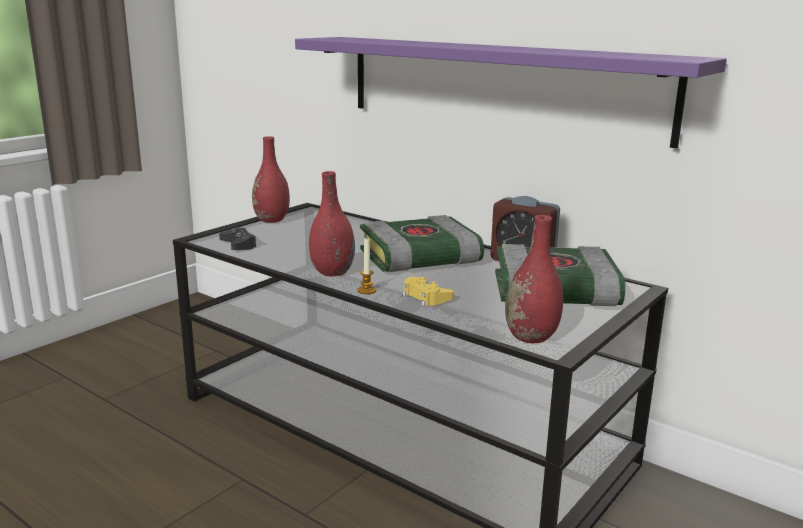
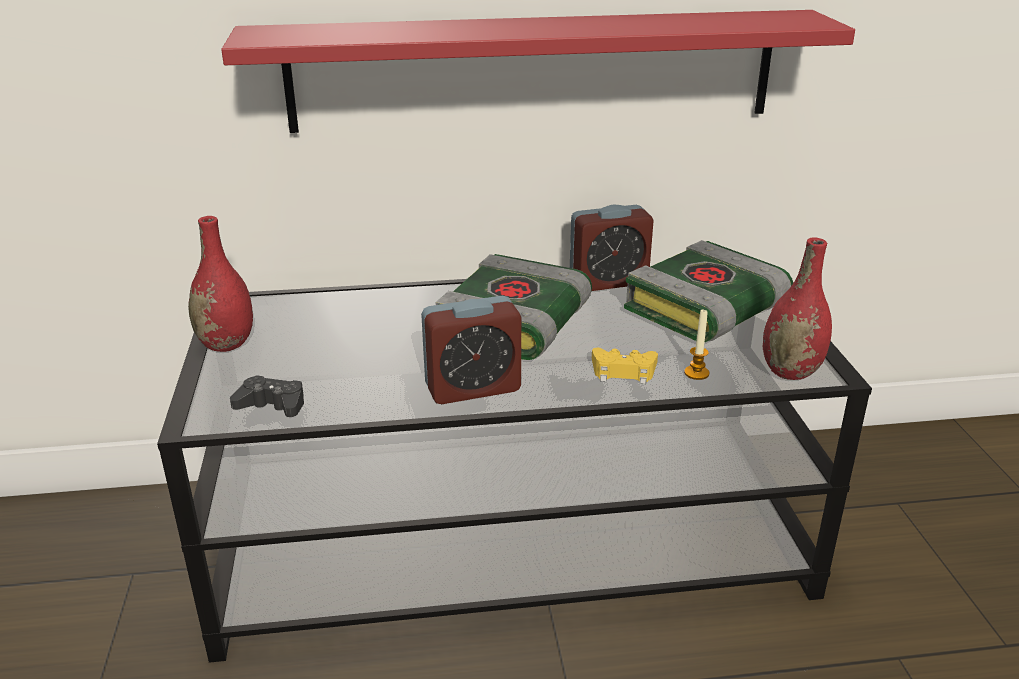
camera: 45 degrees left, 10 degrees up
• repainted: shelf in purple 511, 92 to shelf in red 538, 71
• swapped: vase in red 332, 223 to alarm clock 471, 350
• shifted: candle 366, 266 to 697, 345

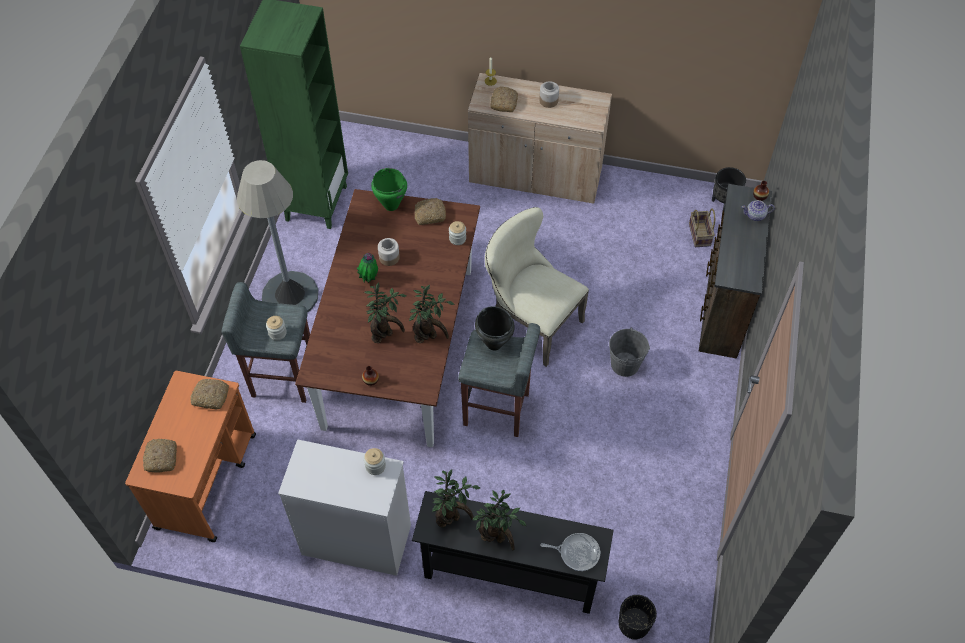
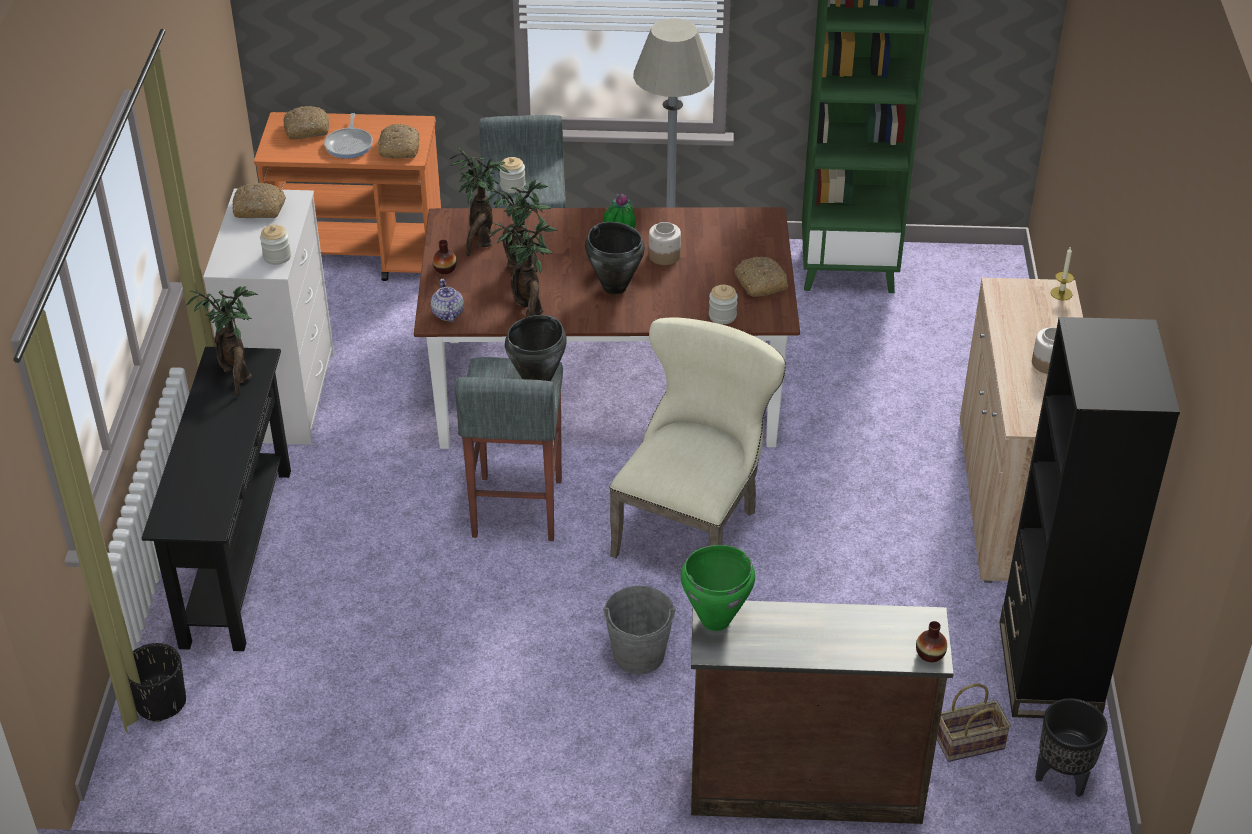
camera: 80 degrees right, 15 degrees down
• shifted: cooking pot in green 389, 189 to 718, 588
• shifted: potted plant 499, 520 to 479, 202
• shifted: bread 504, 99 to 259, 200
• shifted: frying pan 570, 552 to 348, 136
• shifted: teapot 758, 210 to 447, 300
• new: cooking pot in black 615, 258
• new: bookcase in black 1089, 517

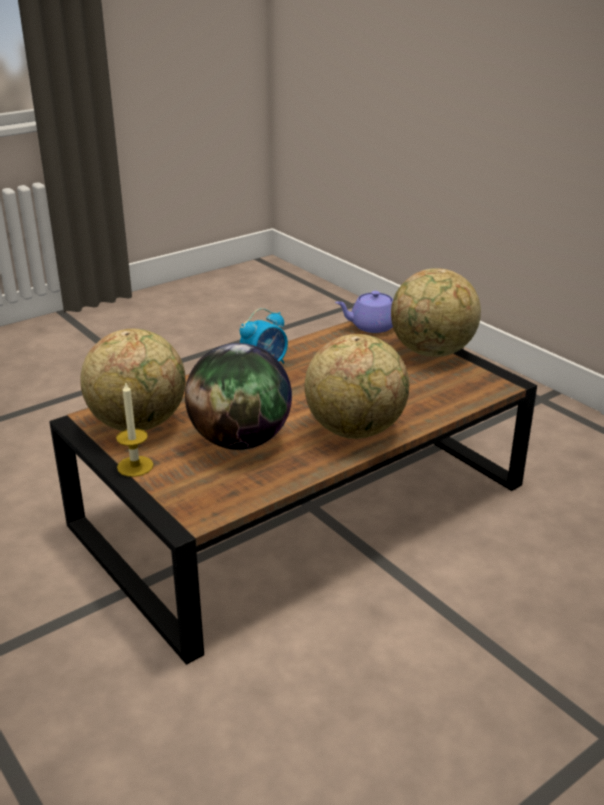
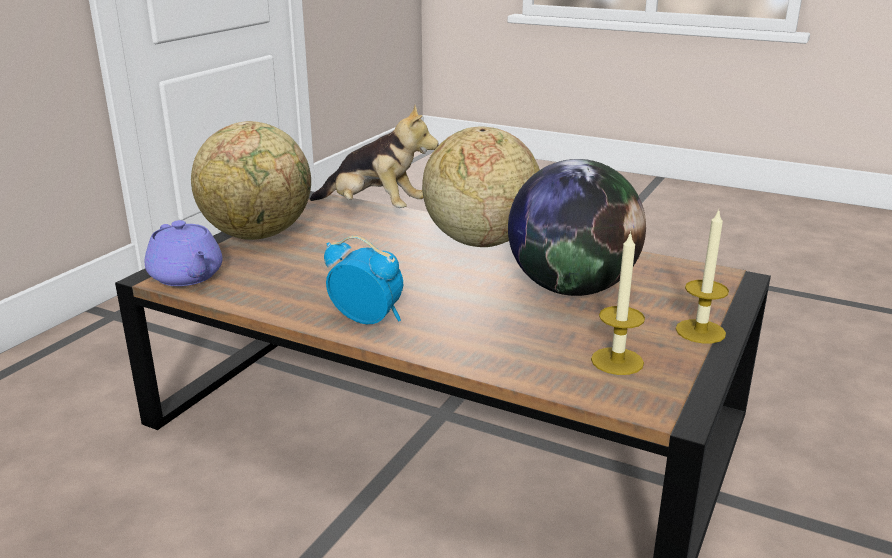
camera: 115 degrees left, 5 degrees down
• swapped: globe 133, 380 to candle 618, 303
• new: plush toy 374, 156

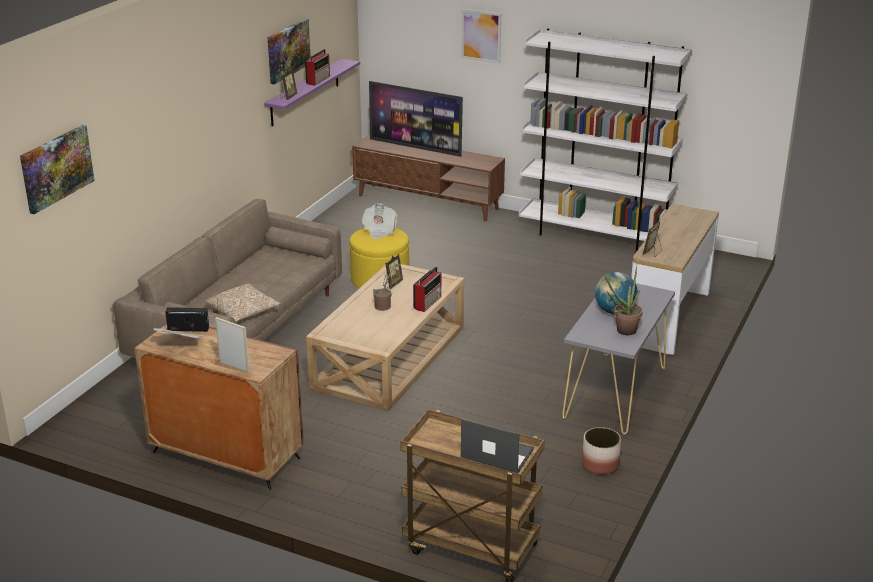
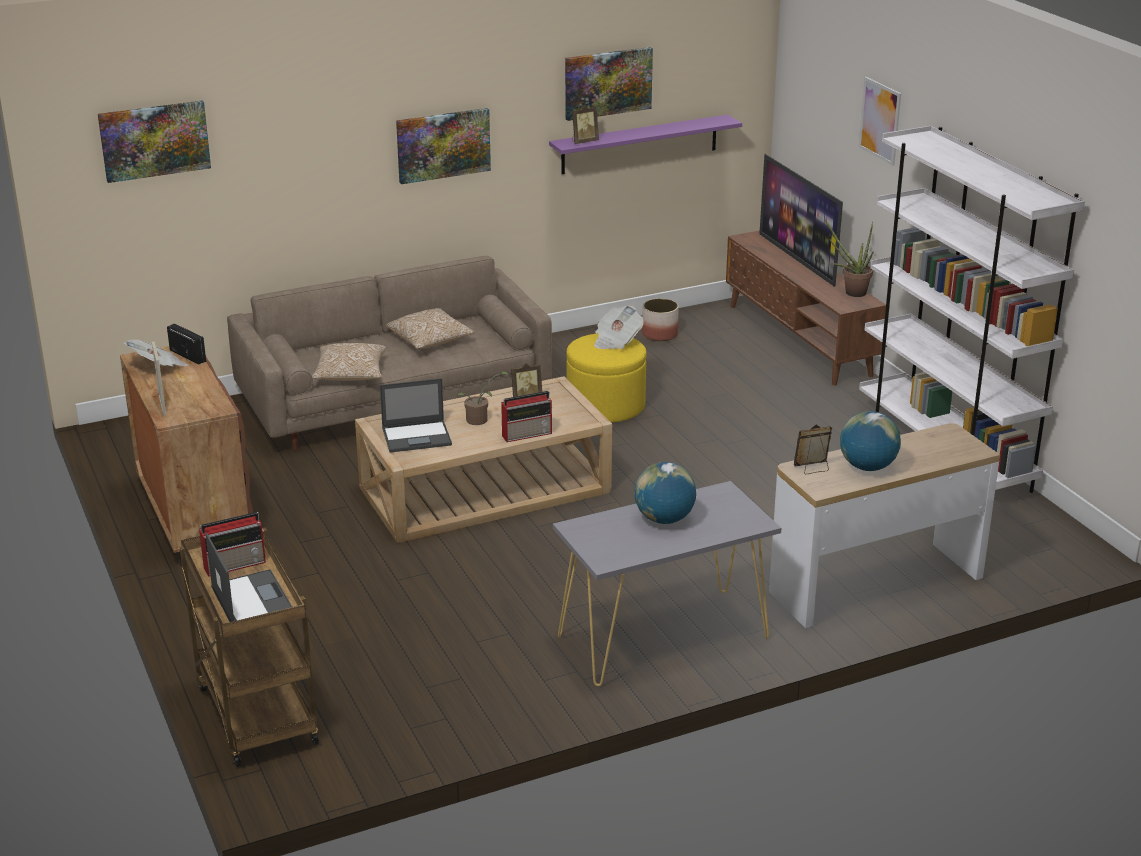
camera: 40 degrees right, 0 degrees up
• shifted: radio 317, 67 to 232, 544
• shifted: planter 601, 451 to 660, 319
• shifted: potted plant 624, 299 to 849, 258
• new: laptop 416, 415
• new: pillow 430, 328
• new: picture 443, 146
• new: globe 870, 441

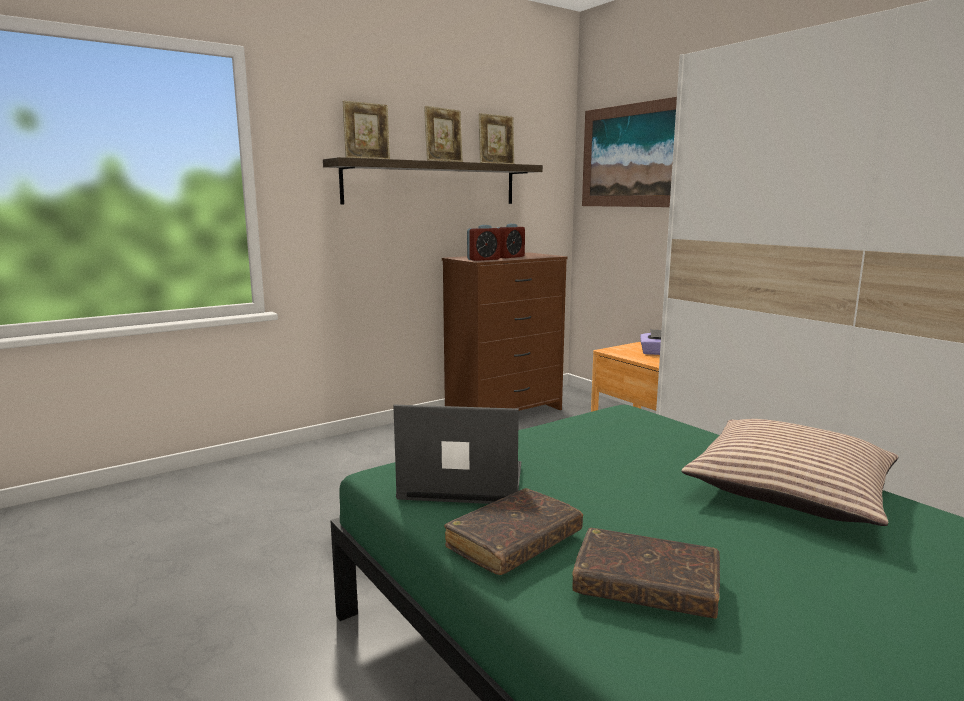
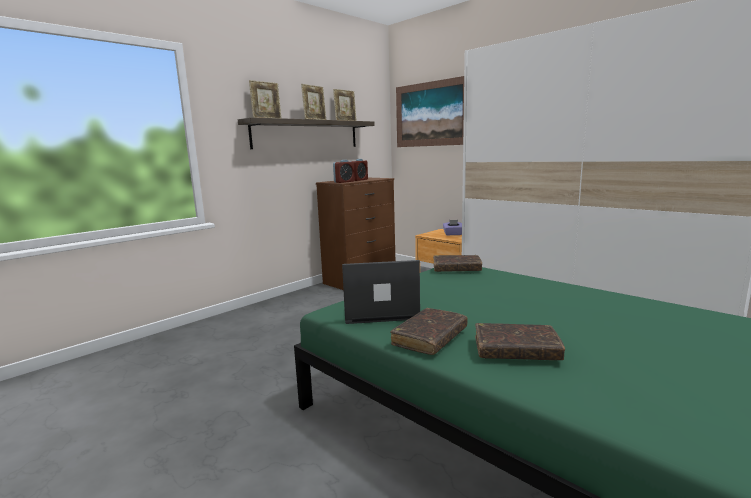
camera: 10 degrees left, 0 degrees up
• gone: pillow 789, 472
• new: book in brown 457, 263

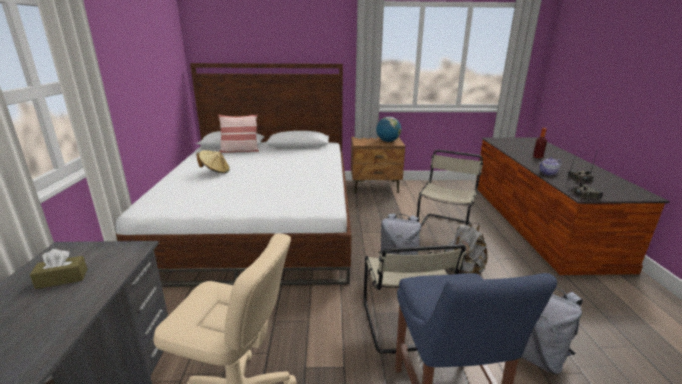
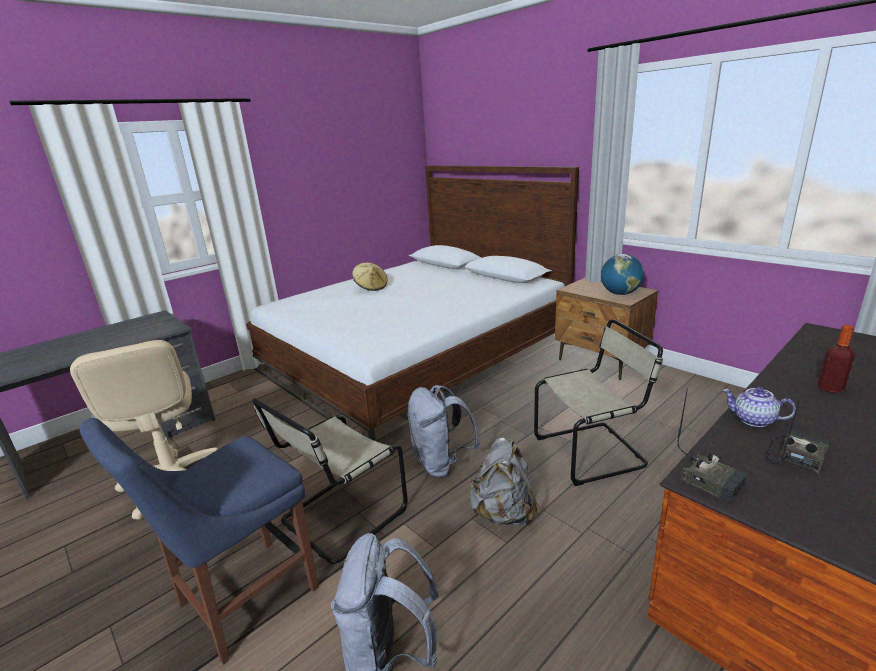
camera: 50 degrees right, 0 degrees up
• gone: tissue box in brown 58, 269
• gone: pillow 238, 133

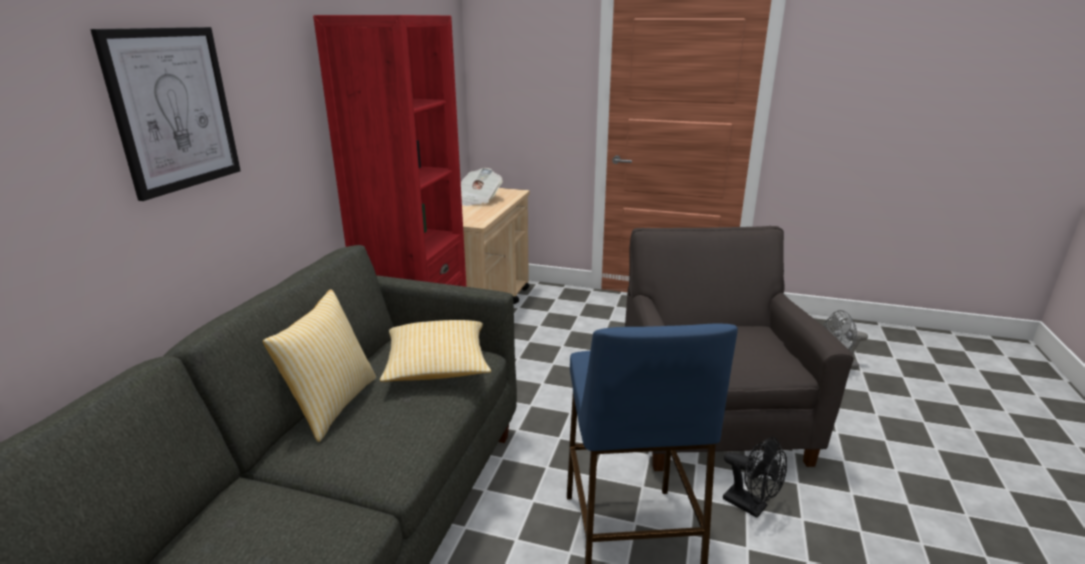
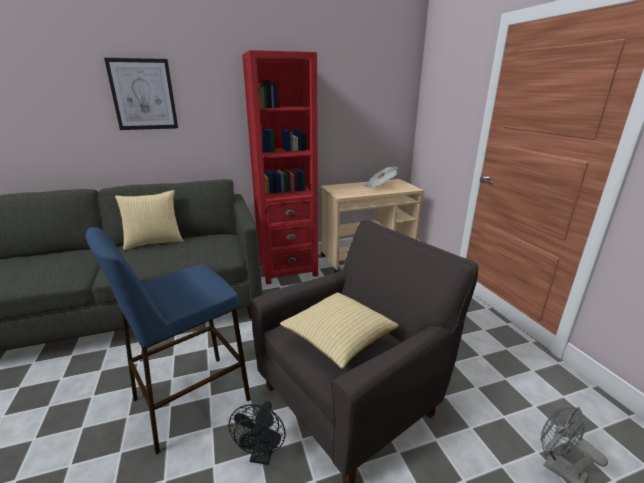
camera: 55 degrees right, 0 degrees up
• shifted: pillow 435, 351 to 339, 330

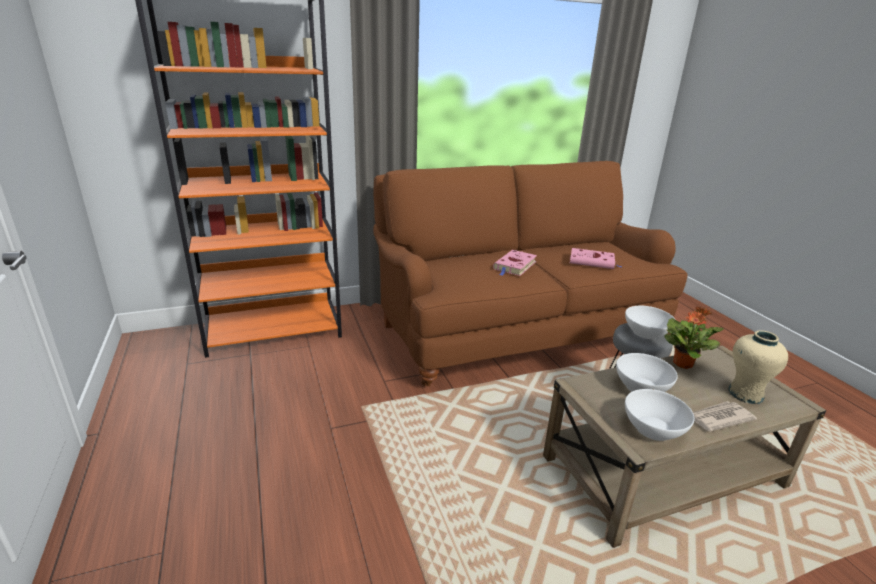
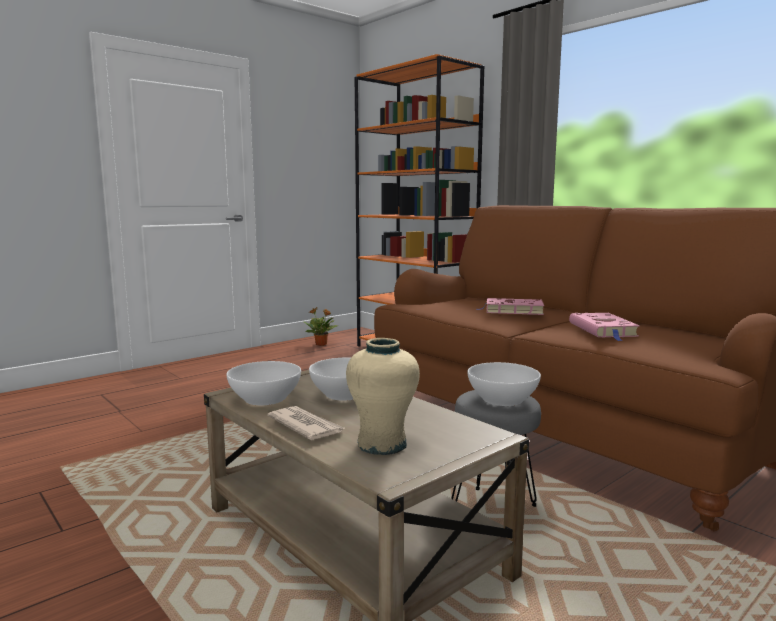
camera: 70 degrees right, 15 degrees down
• shifted: potted plant 693, 338 to 321, 326

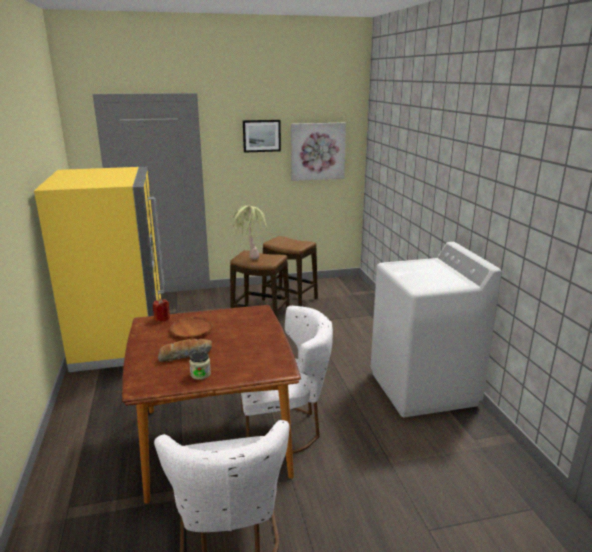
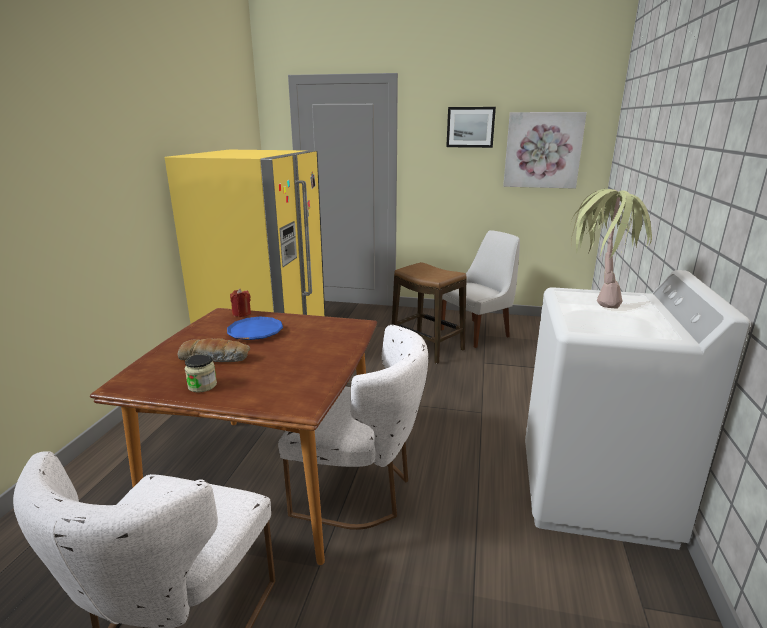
camera: 25 degrees right, 0 degrees up
• repainted: plate in brown 191, 327 to plate in blue 255, 328
• shifted: potted plant 249, 232 to 611, 248
• swapped: stool 290, 271 to chair in white 480, 289

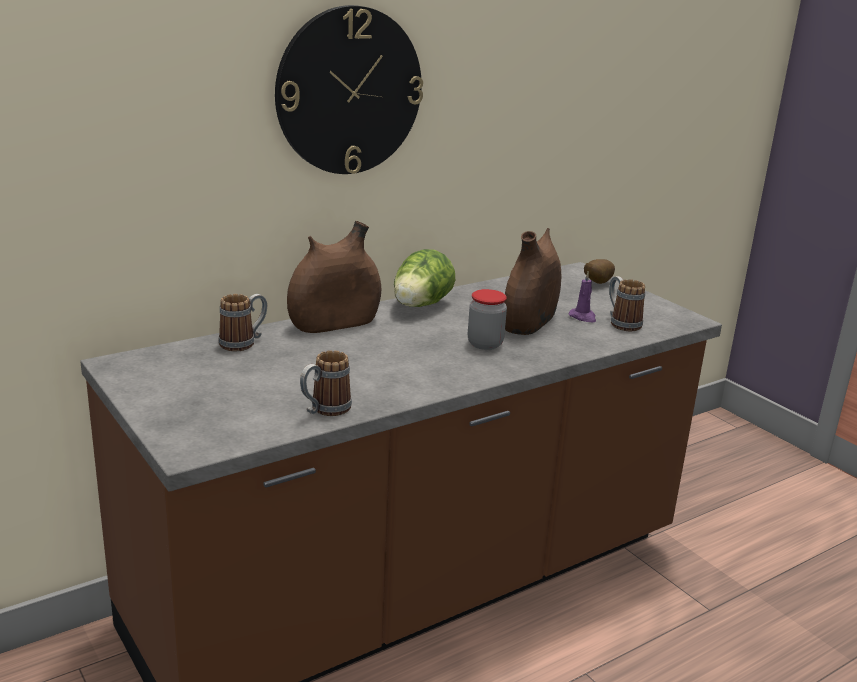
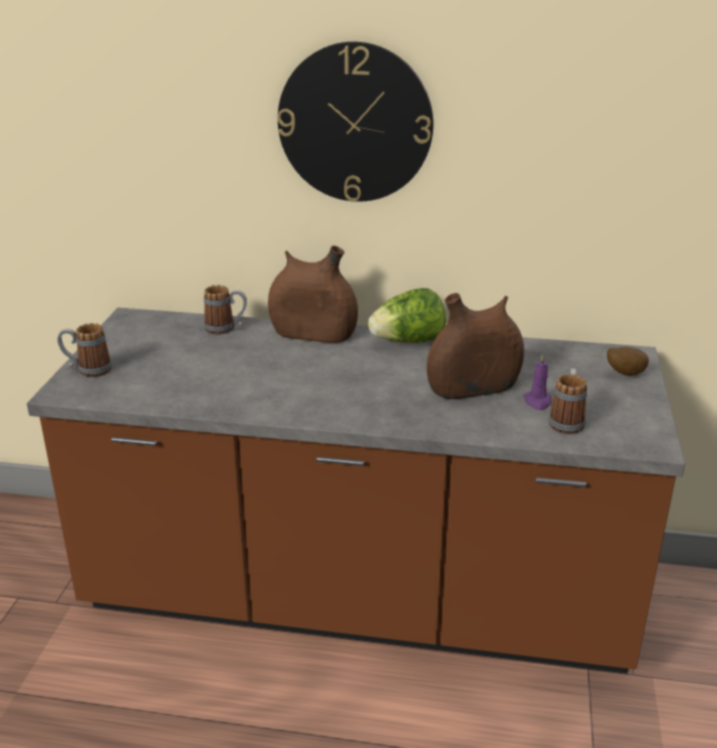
camera: 45 degrees right, 5 degrees up
• shifted: mug 326, 383 to 84, 350
• gone: jar 487, 319

